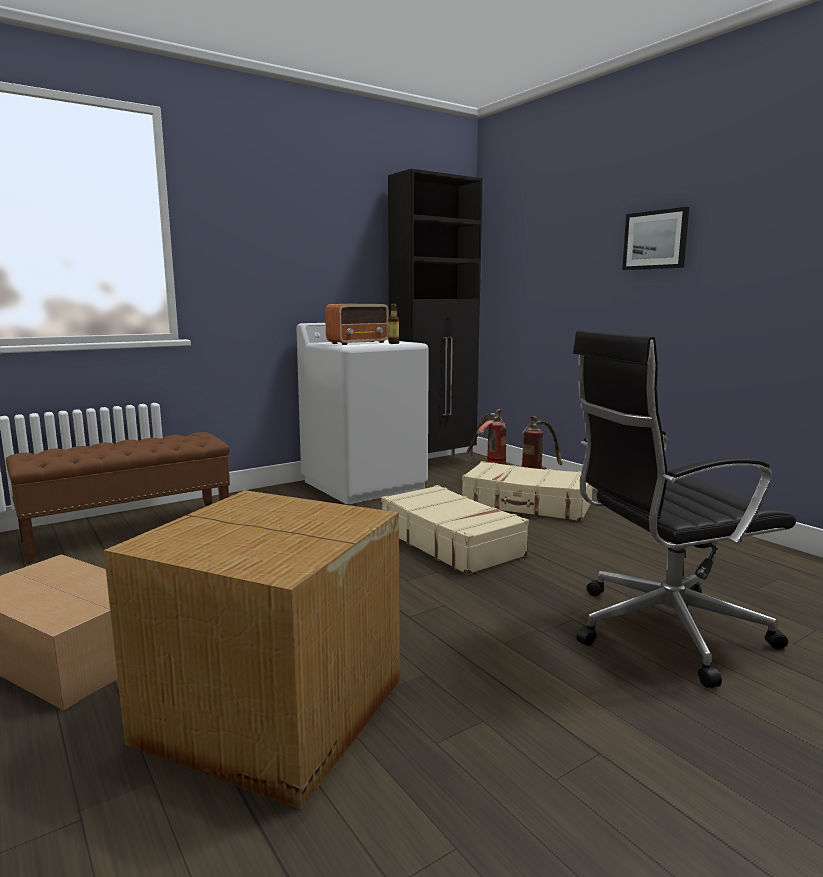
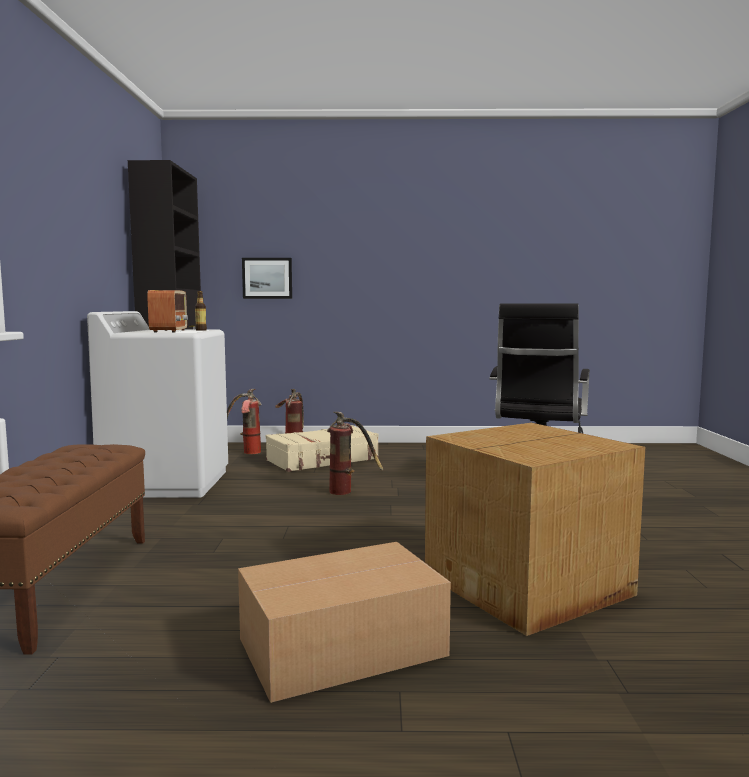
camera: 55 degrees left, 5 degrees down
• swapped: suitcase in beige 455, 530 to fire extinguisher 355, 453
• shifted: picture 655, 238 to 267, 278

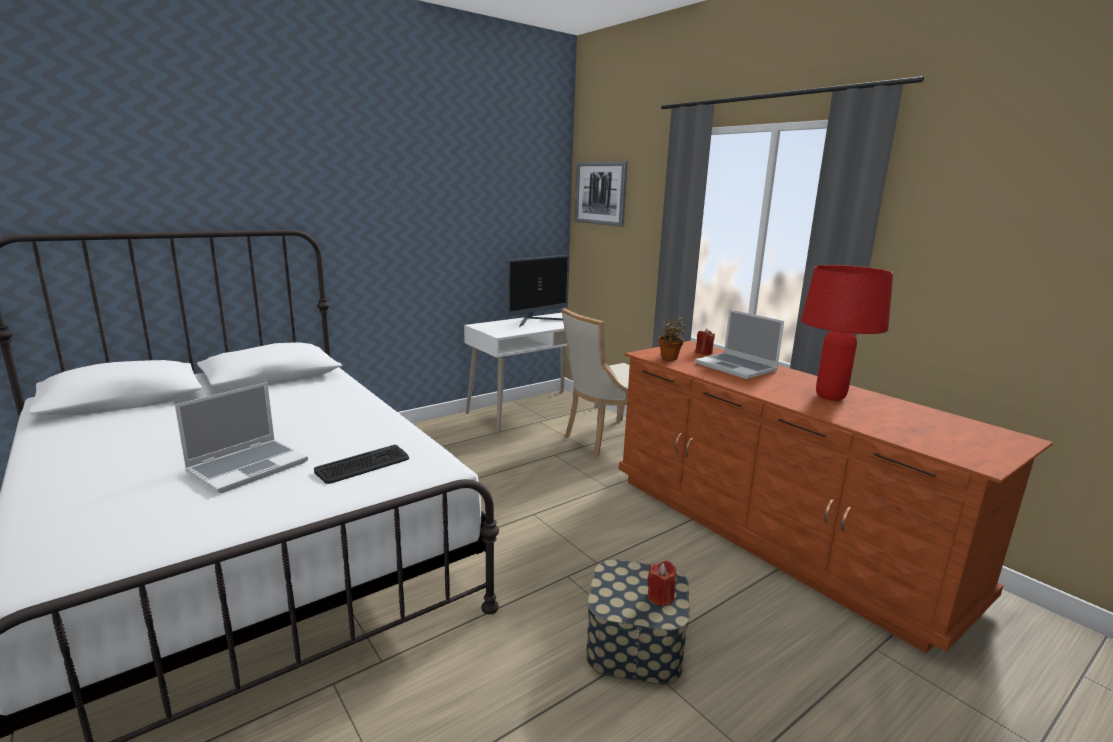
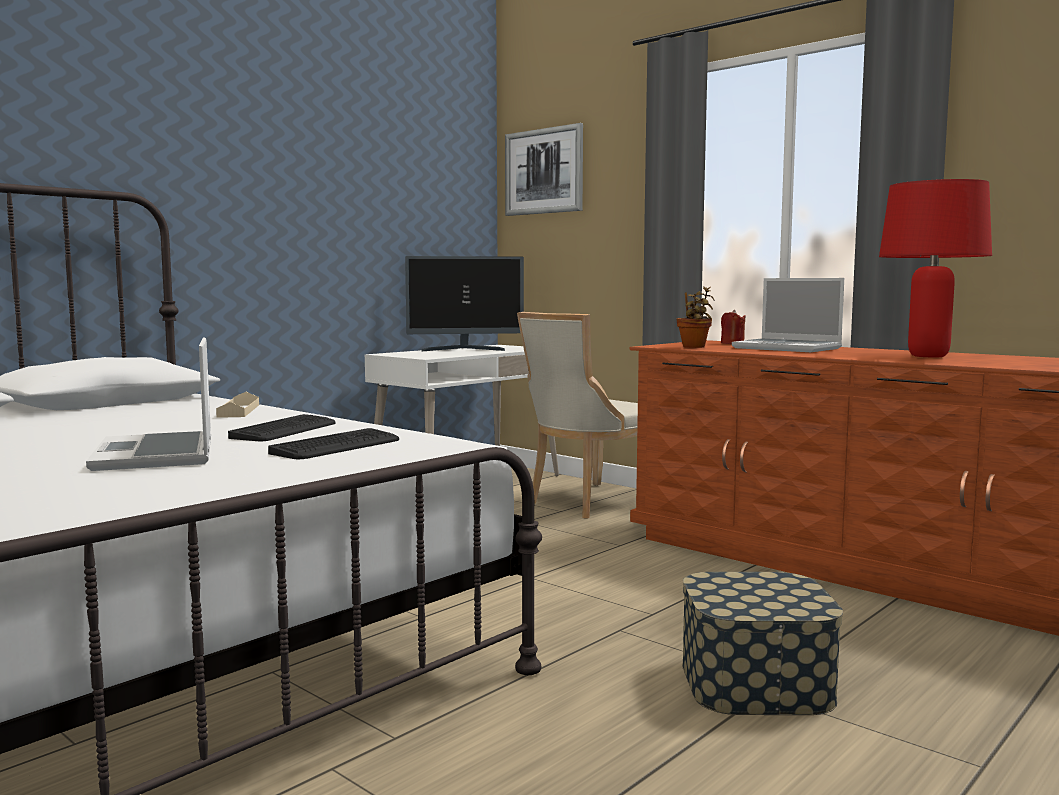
camera: 10 degrees left, 10 degrees down
• rotated: laptop 241, 437 = 148, 404 135 degrees clockwise
• rotated: monitor 538, 291 = 464, 303 45 degrees clockwise
• gone: candle in red 661, 584
• new: tray in beige 237, 405
• new: keyboard 282, 427

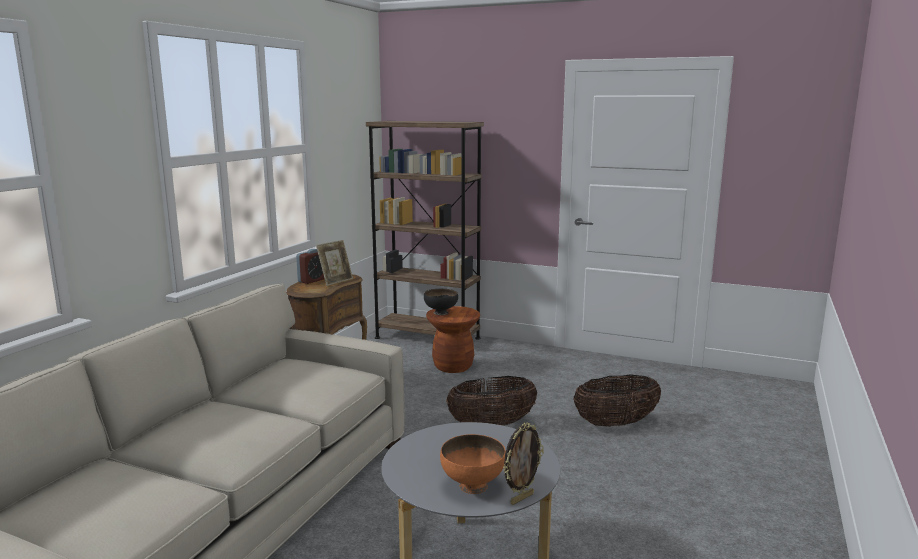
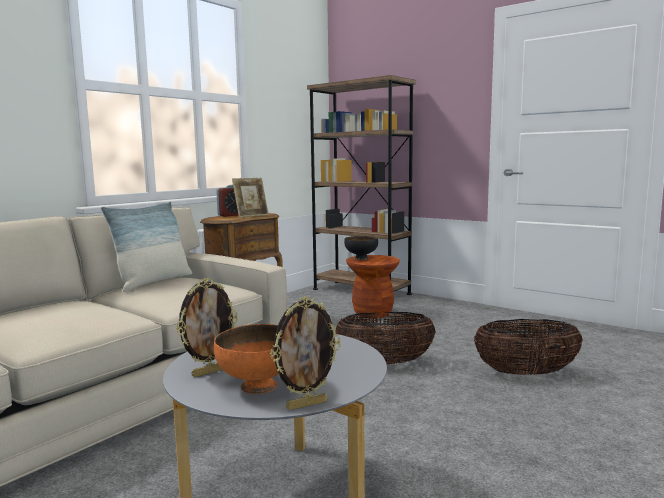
camera: 15 degrees right, 5 degrees down
• new: pillow 146, 247
• new: picture frame 207, 327

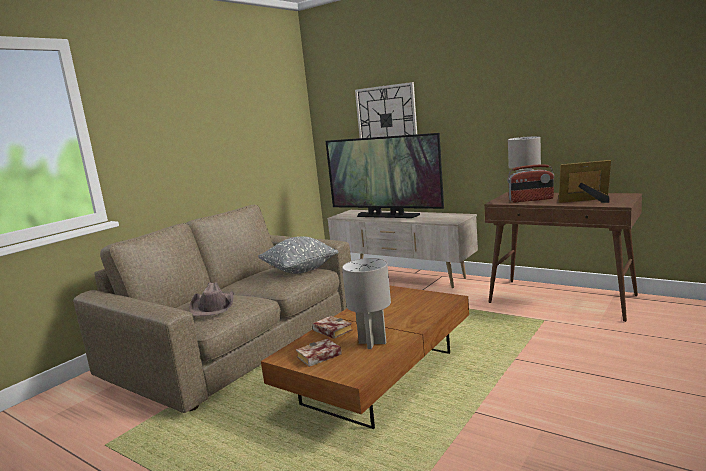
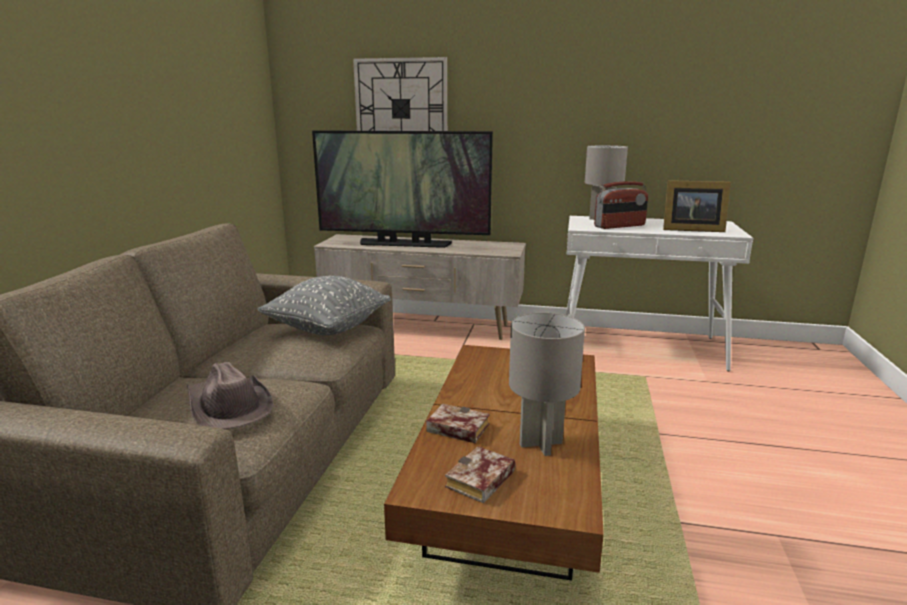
camera: 25 degrees left, 5 degrees up
• repainted: console table in brown 563, 257 to console table in white 659, 293
• rotated: picture frame 585, 181 = 697, 206 150 degrees counterclockwise

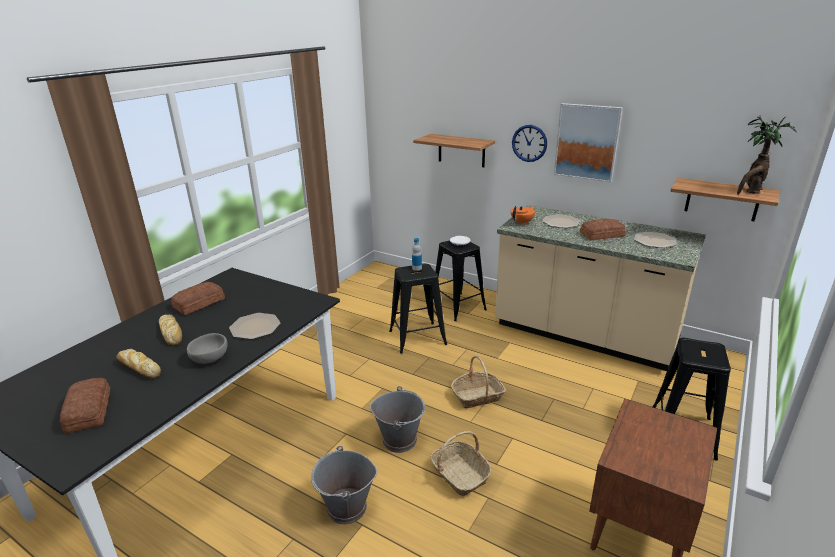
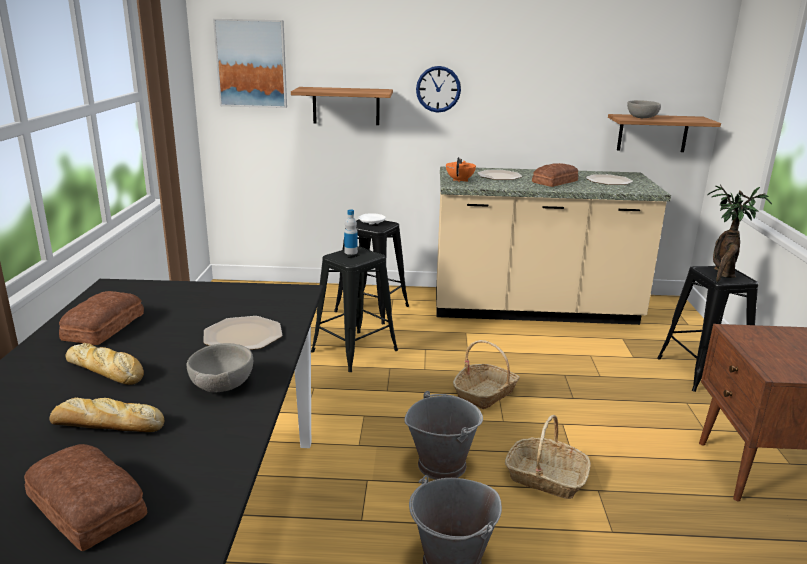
camera: 30 degrees left, 5 degrees down
• shifted: picture 588, 143 to 250, 63
• shifted: potted plant 766, 155 to 739, 233
• new: bowl in grey 644, 109

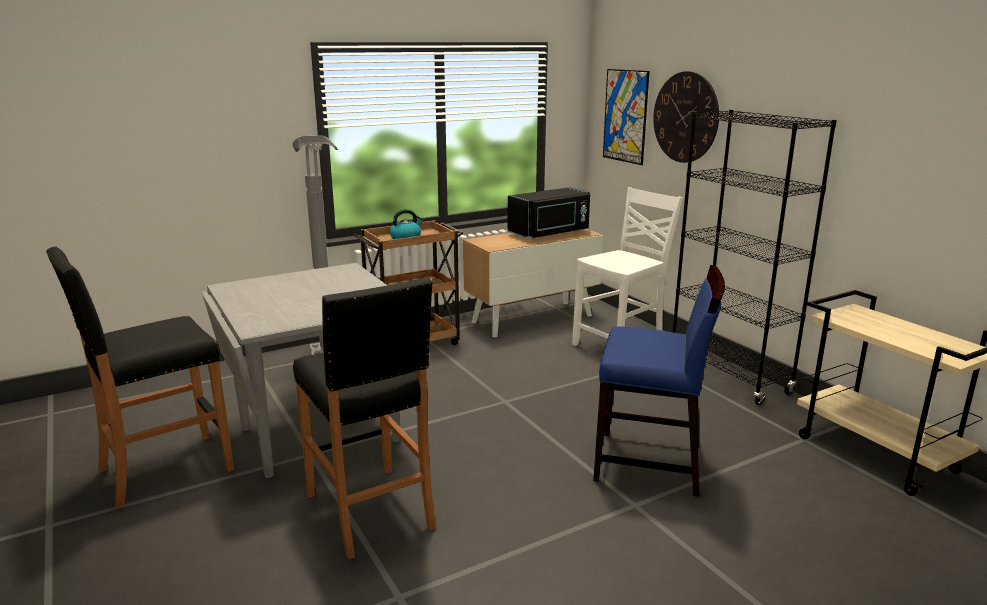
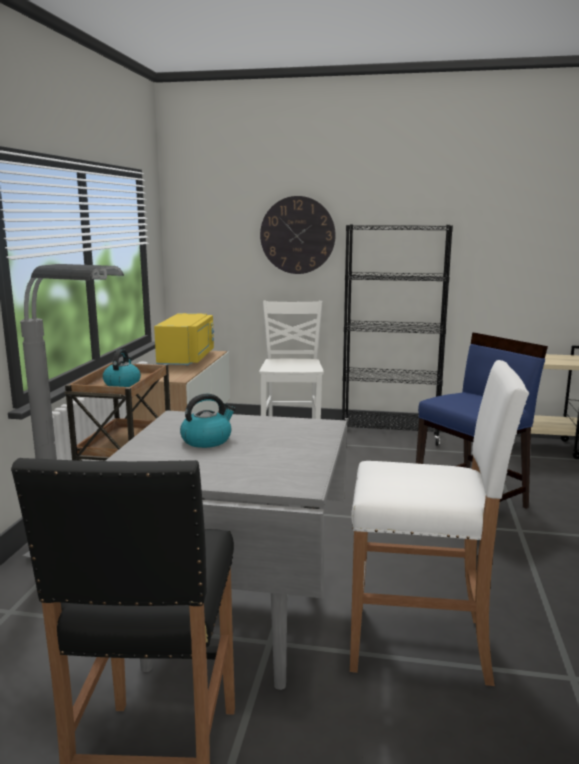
camera: 50 degrees left, 5 degrees down
• repainted: stool in black 364, 418 to stool in white 439, 523
• repainted: microwave in black 548, 213 to microwave in yellow 184, 339
• gone: picture 626, 117
• new: kettle 208, 421

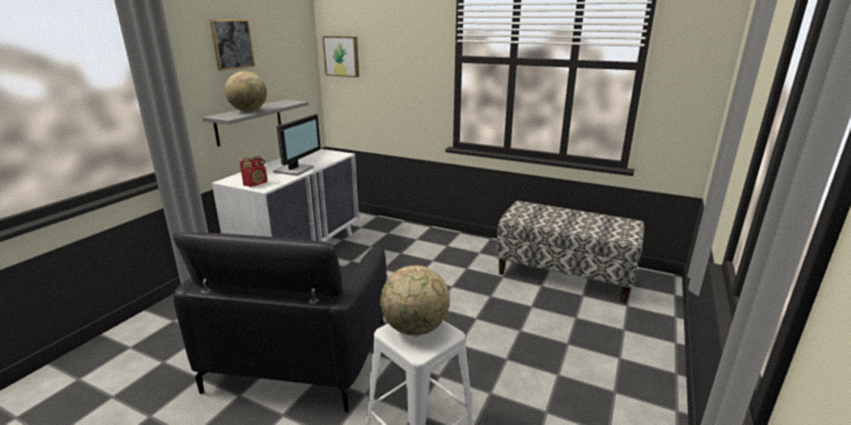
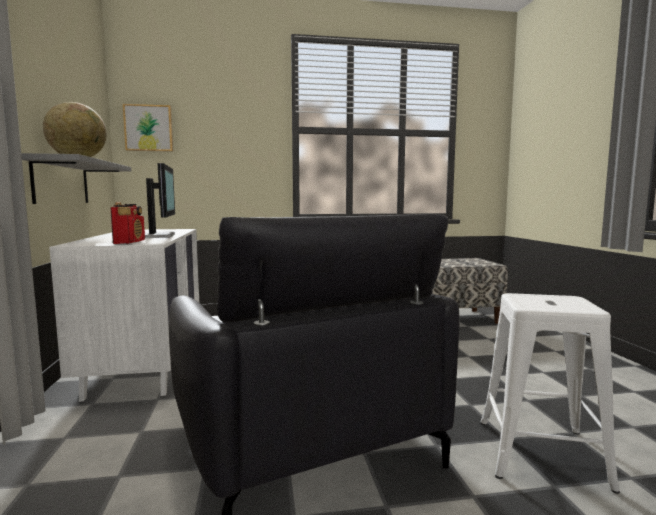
camera: 35 degrees left, 15 degrees down
• gone: picture 232, 45
• gone: globe 415, 300

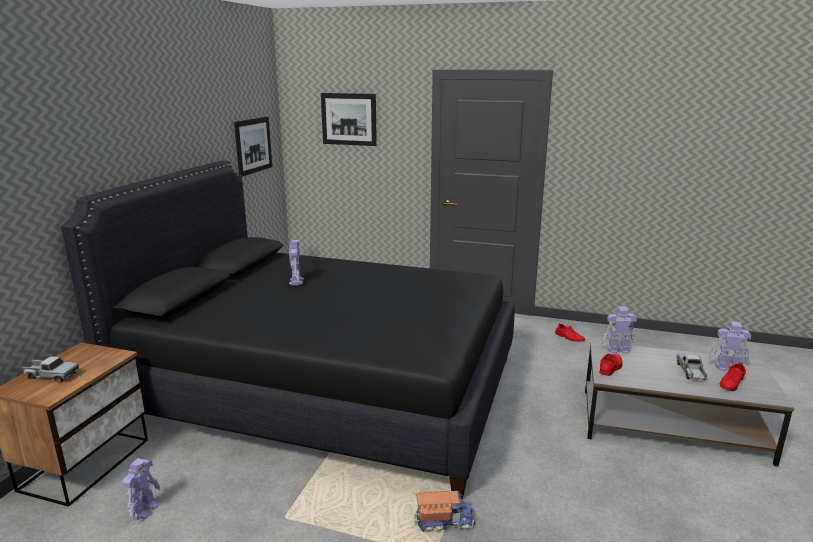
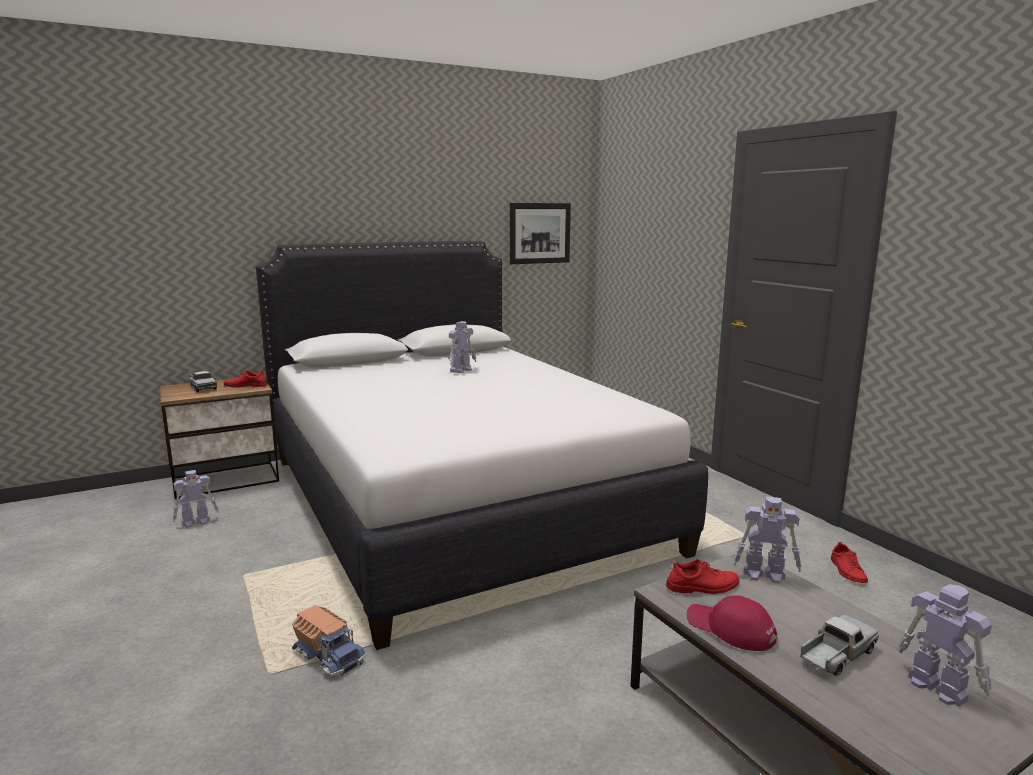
camera: 45 degrees right, 5 degrees down
• repainted: bed in black 288, 330 to bed in white 482, 445
• gone: picture 349, 119
• rotated: toy robot 618, 330 = 767, 540 150 degrees clockwise
• shifted: shoe in red 733, 376 to 246, 378
• new: cap in red 732, 623

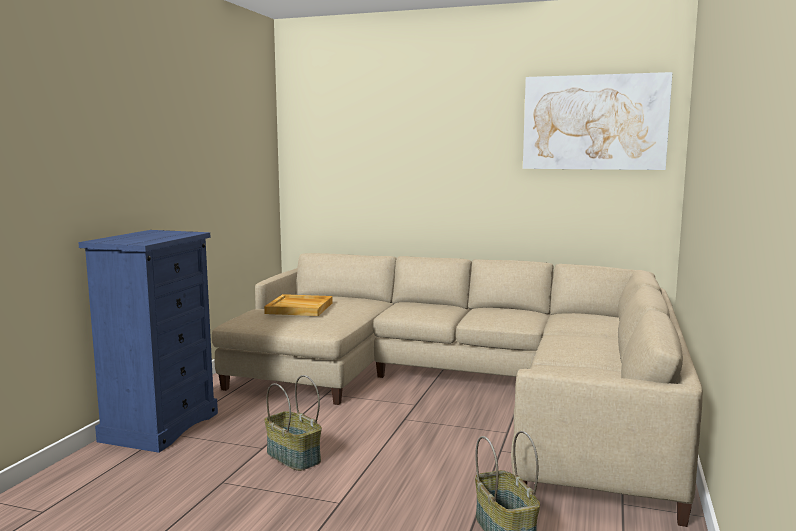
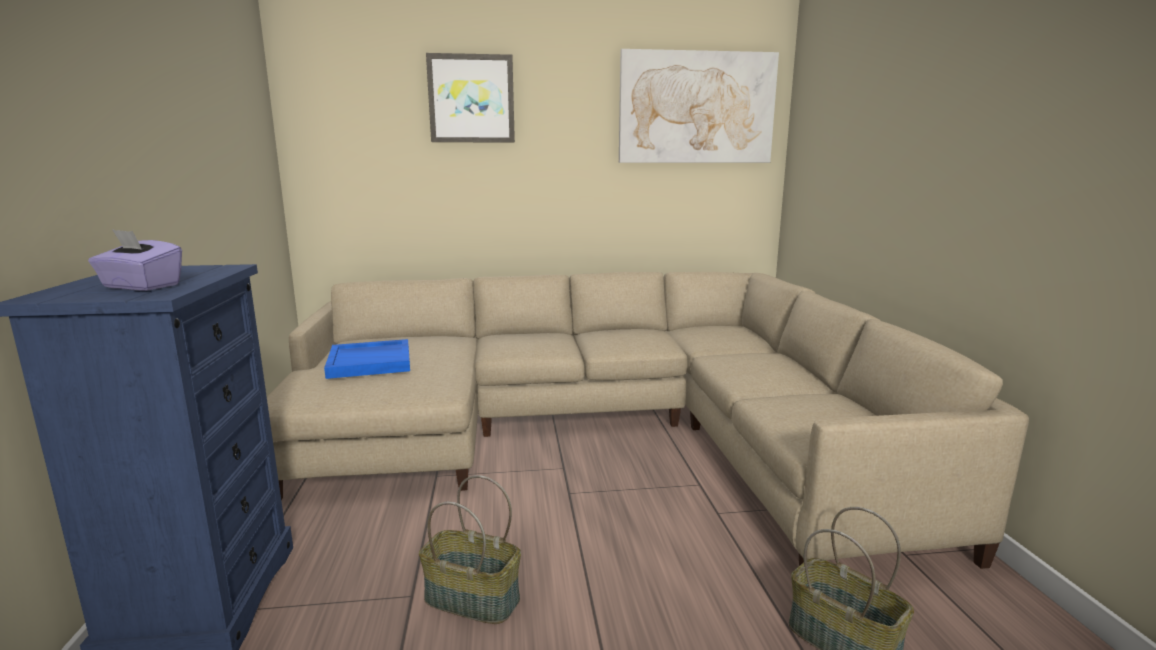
camera: 25 degrees left, 5 degrees up
• repainted: tray in beige 298, 305 to tray in blue 367, 359
• new: tissue box in purple 135, 260
• new: picture 470, 98

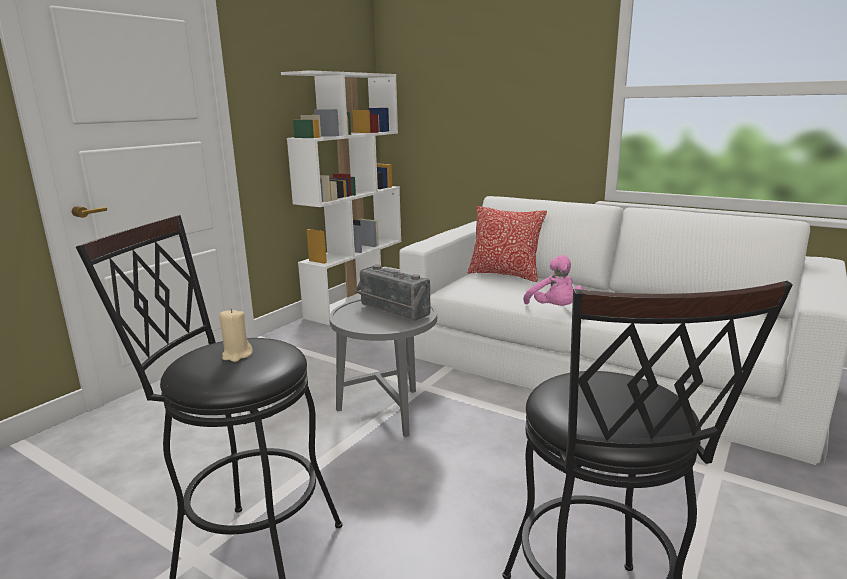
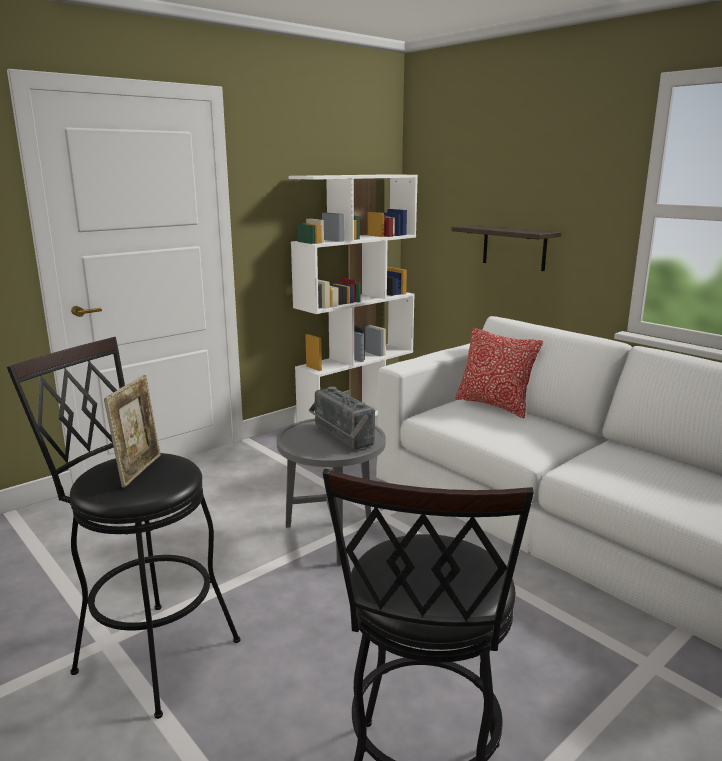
camera: 15 degrees right, 0 degrees up
• swapped: candle in beige 236, 335 to picture frame 132, 431
• gone: plush toy in pink 553, 280
• new: shelf 506, 248

